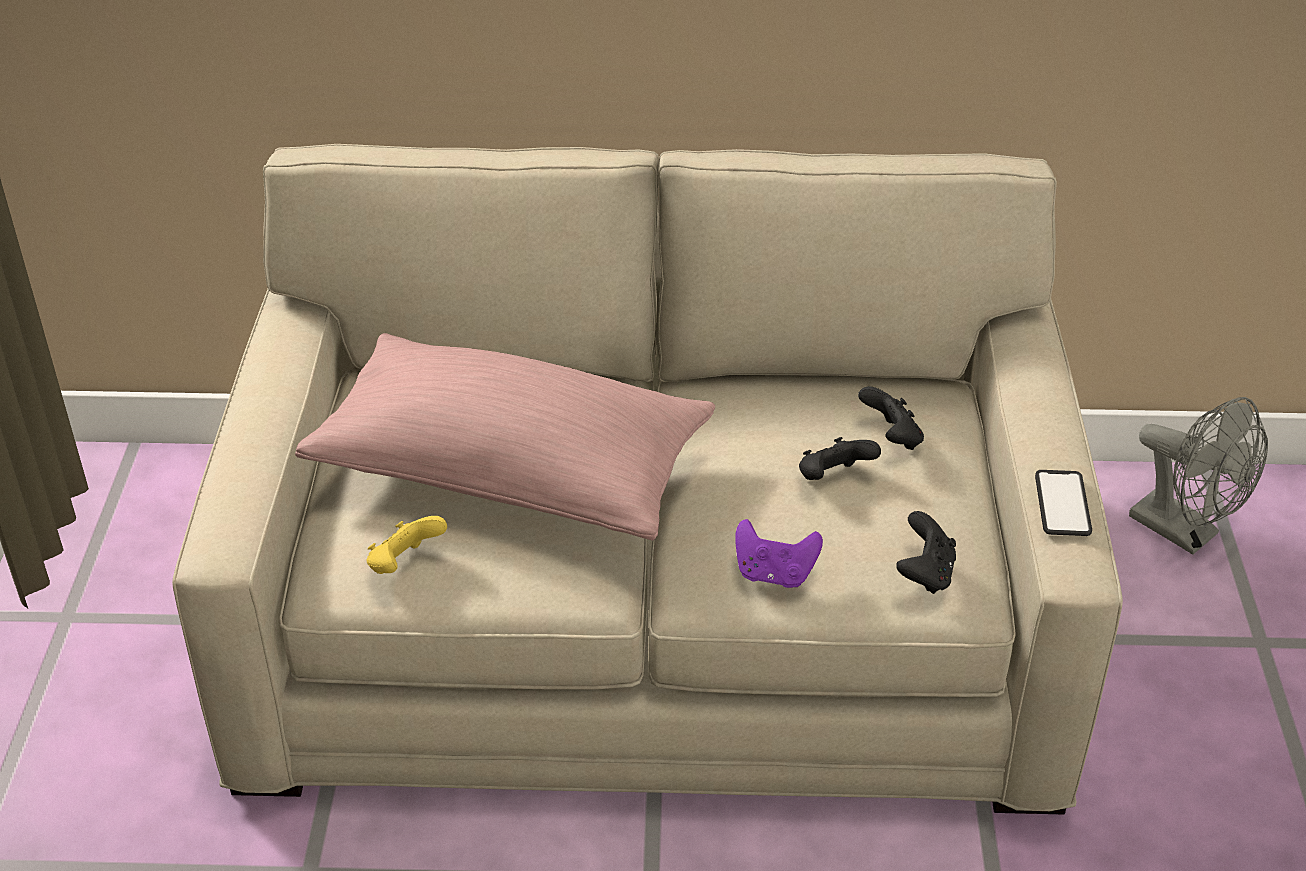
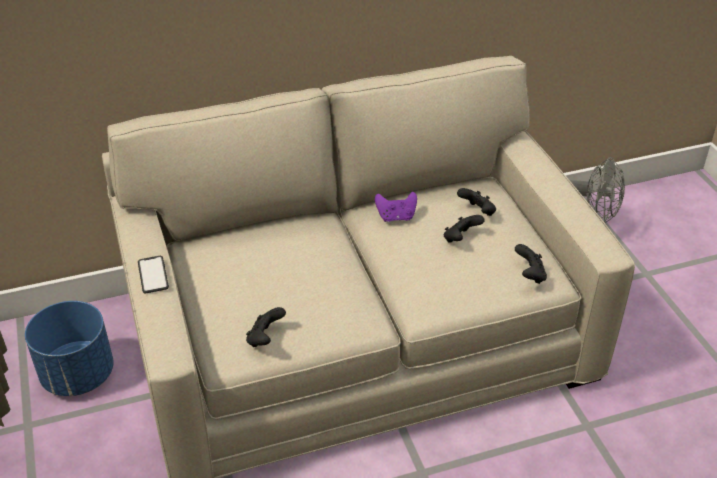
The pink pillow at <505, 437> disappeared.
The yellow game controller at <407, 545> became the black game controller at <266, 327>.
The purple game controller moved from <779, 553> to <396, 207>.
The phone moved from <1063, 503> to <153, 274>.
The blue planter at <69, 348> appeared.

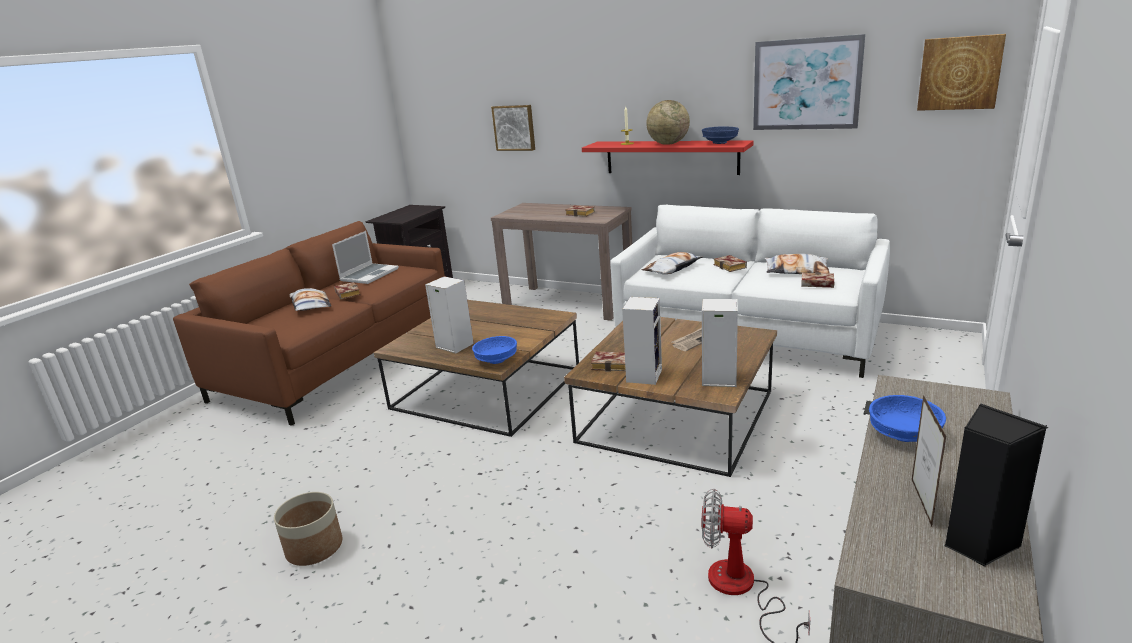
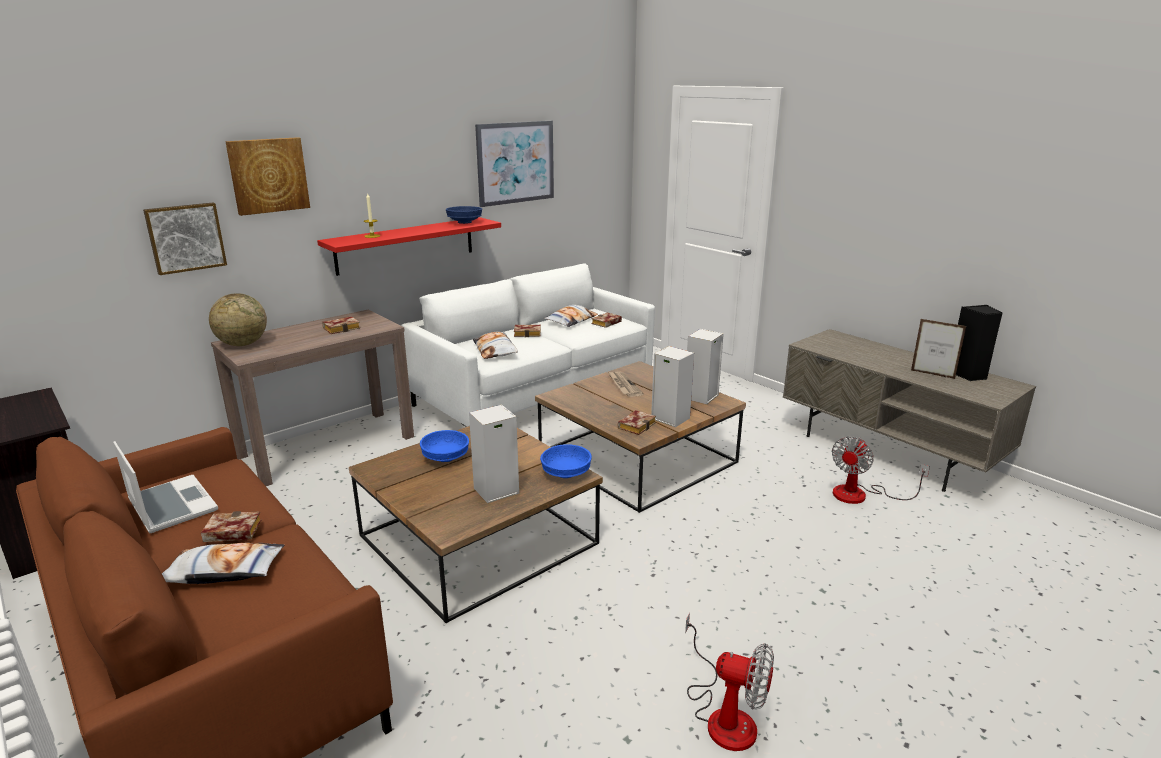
The planter at <308, 529> was replaced by the fan at <729, 682>.
The globe moved from <668, 122> to <238, 319>.
The blue bowl moved from <907, 418> to <444, 446>.
The picture moved from <961, 72> to <267, 176>.

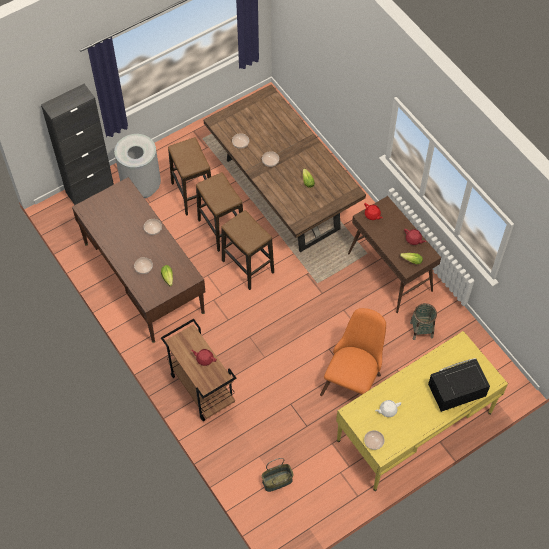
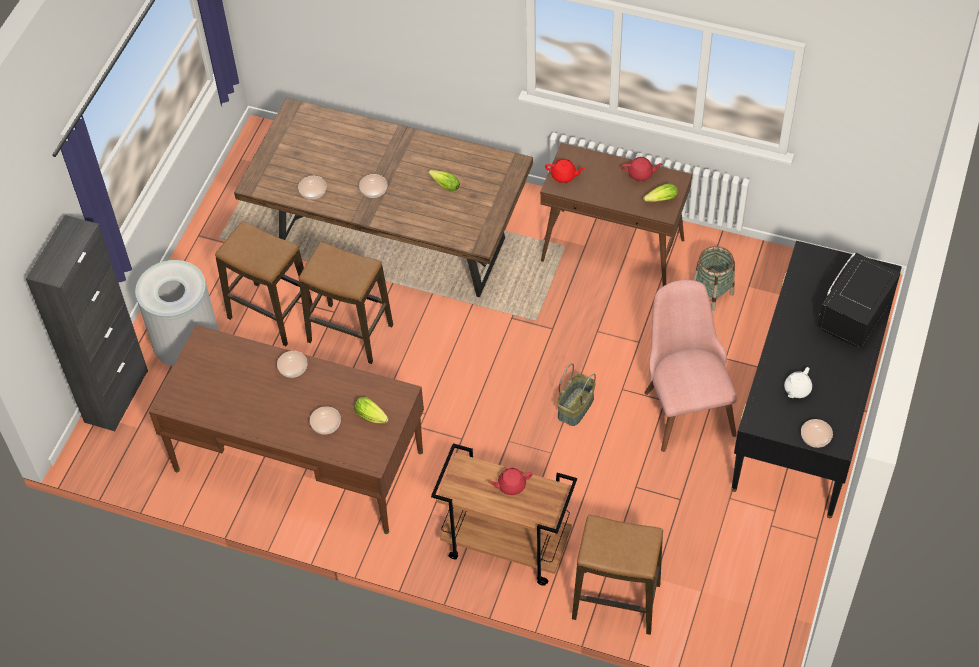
The stool moved from <247, 250> to <617, 575>.
The basket moved from <278, 475> to <576, 394>.
The orange chair at <353, 352> became the pink chair at <690, 366>.
The yellow desk at <422, 411> became the black desk at <816, 379>.

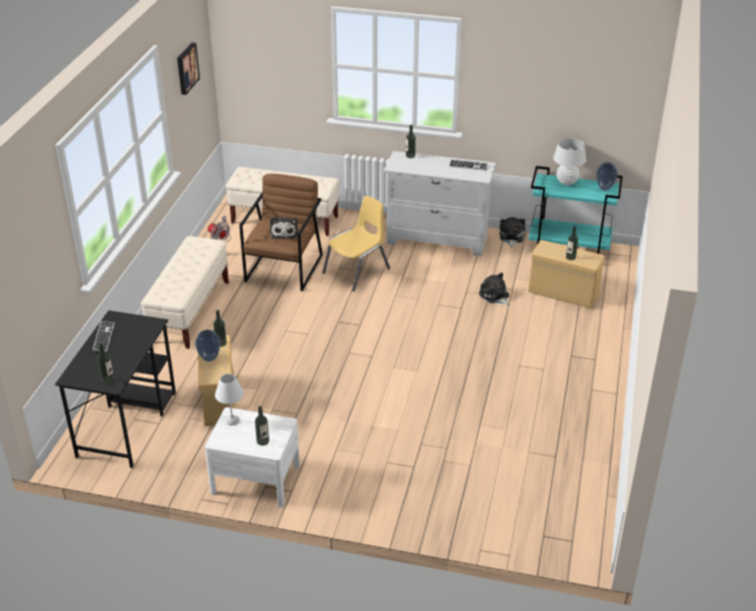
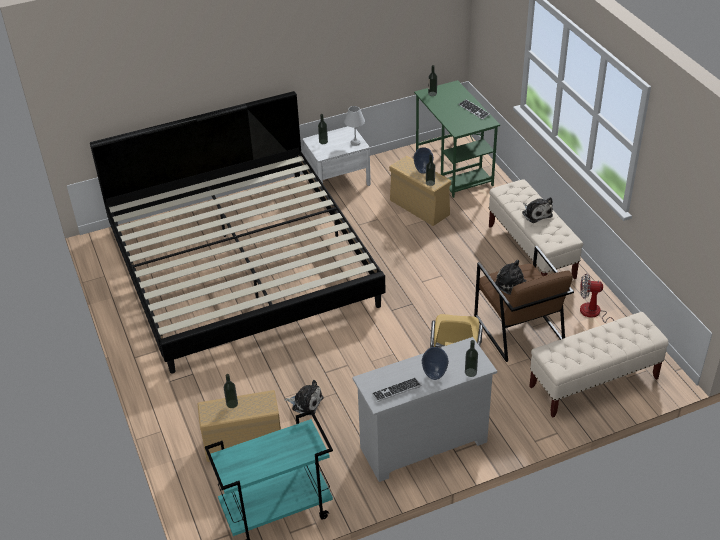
The black desk at <115, 389> became the green desk at <457, 139>.
The picture at <188, 69> disappeared.
The plush toy moved from <512, 232> to <537, 210>.
The white table lamp at <569, 161> disappeared.
The vase moved from <607, 176> to <435, 363>.
The bed at <238, 232> appeared.

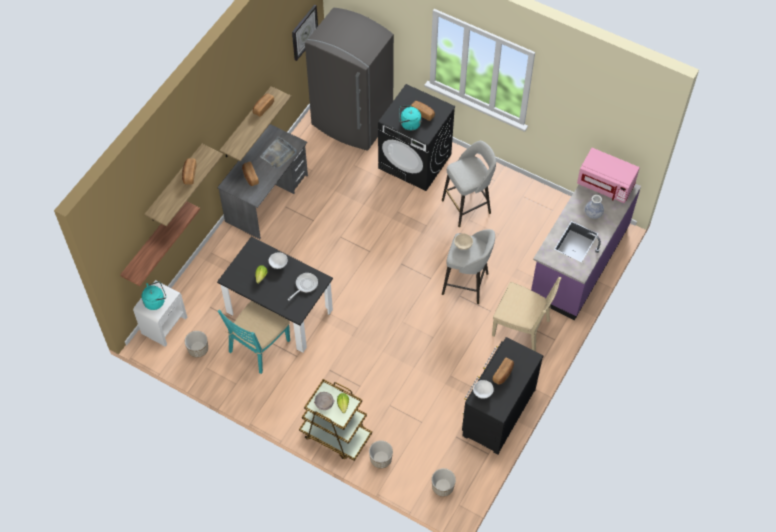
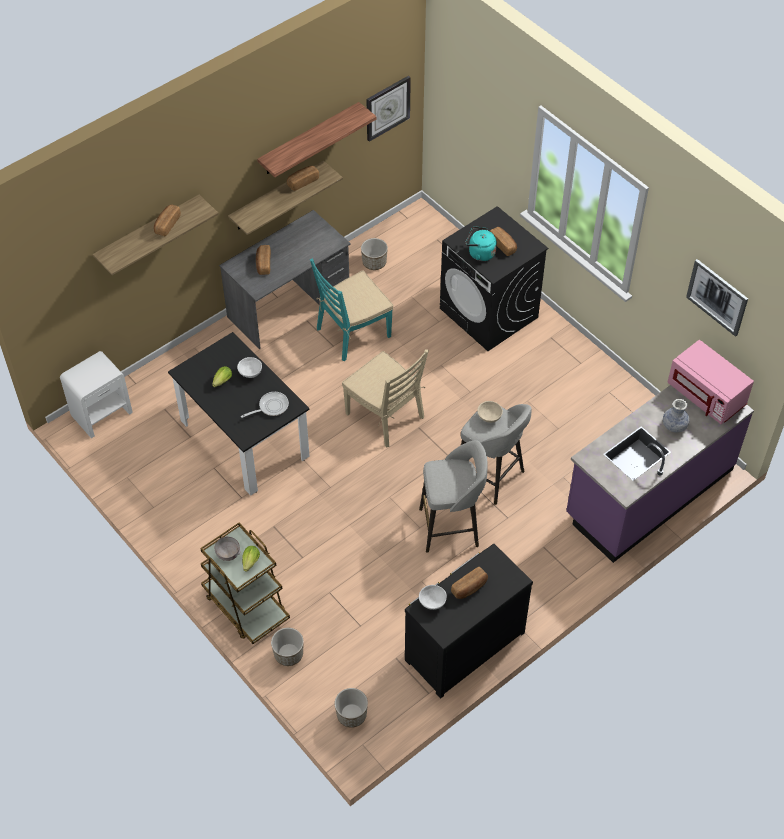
The shelf moved from <160, 243> to <317, 139>.
The turquoise kettle at <153, 295> disappeared.
The planter moved from <196, 344> to <374, 254>.
The turquoise chair moved from <254, 337> to <351, 310>.
The grey tray at <278, 152> disappeared.
The grey fridge at <349, 79> disappeared.
The grey stool moved from <469, 184> to <453, 496>.
The beige chair moved from <526, 314> to <385, 398>.
The picture at <717, 298> appeared.

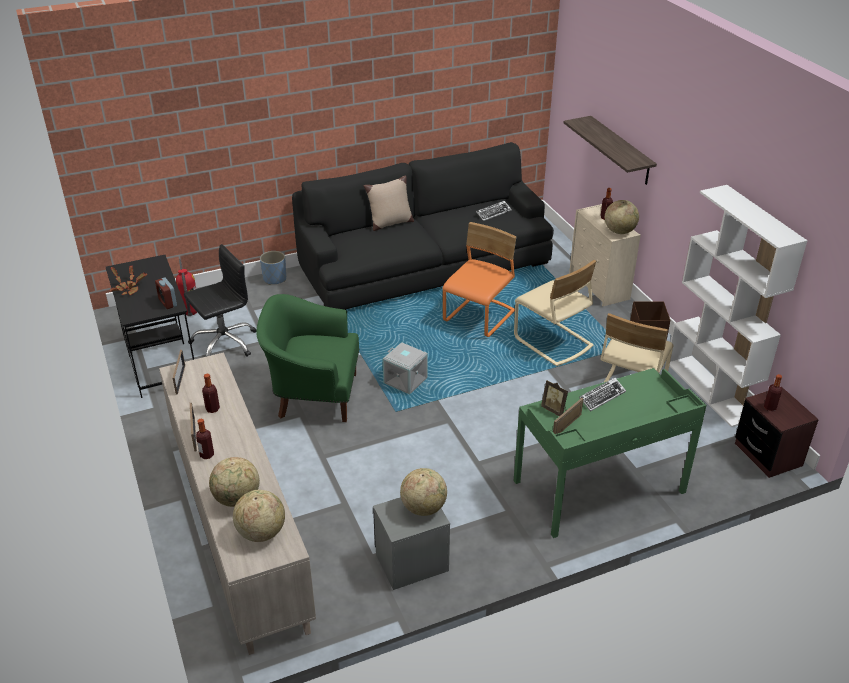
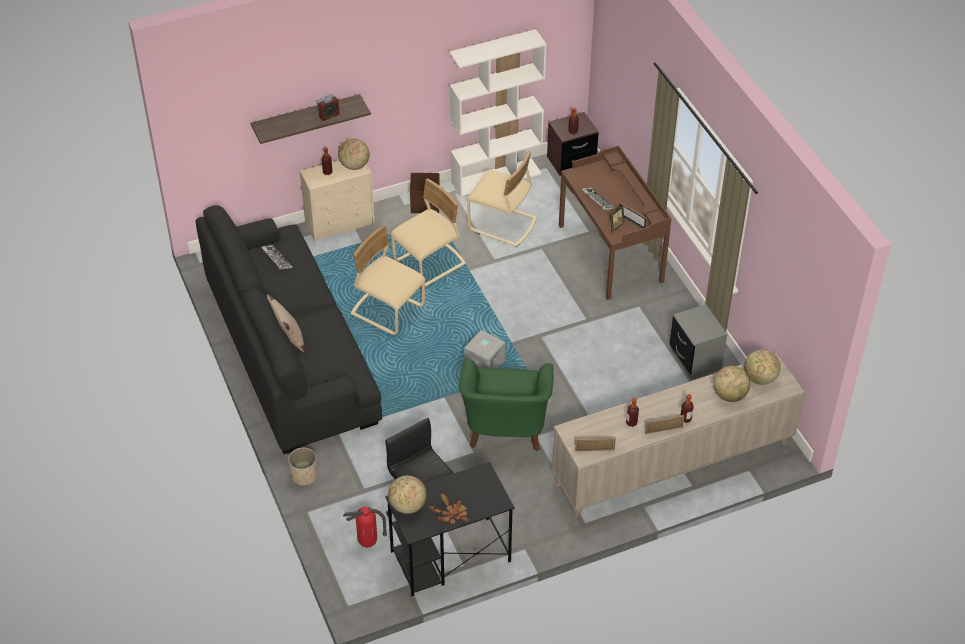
The alarm clock moved from <166, 293> to <328, 108>.
The blue planter at <273, 268> became the beige planter at <302, 466>.
The globe moved from <423, 492> to <407, 494>.
The orange chair at <479, 279> became the beige chair at <388, 280>.
The green desk at <610, 453> became the brown desk at <615, 222>.

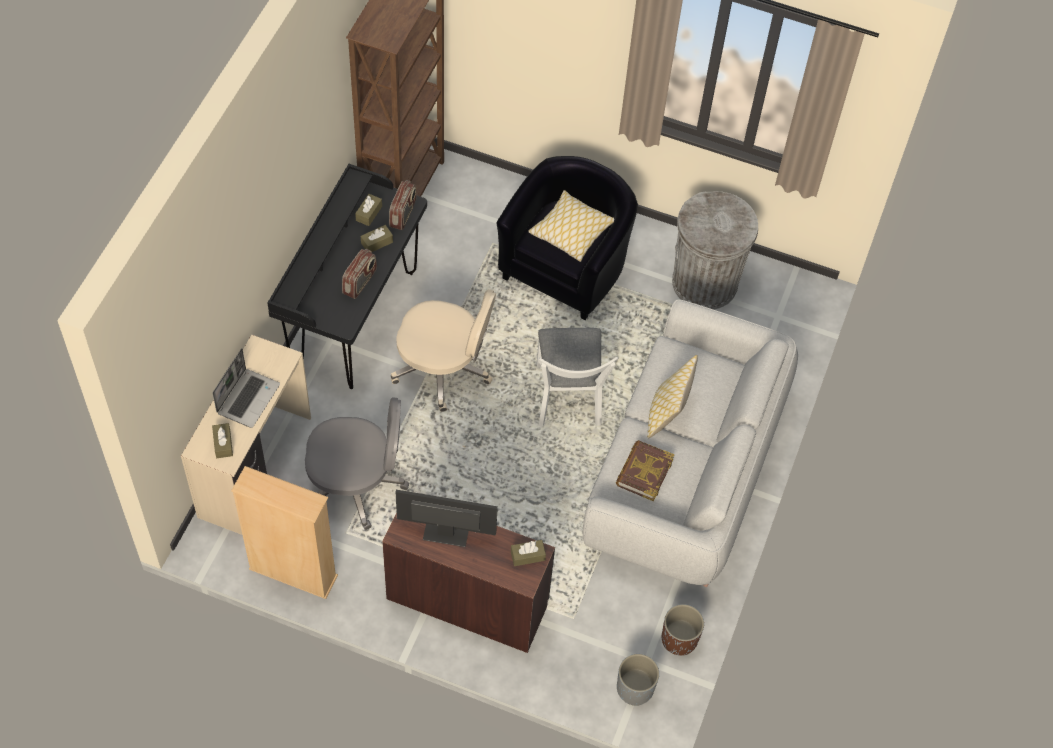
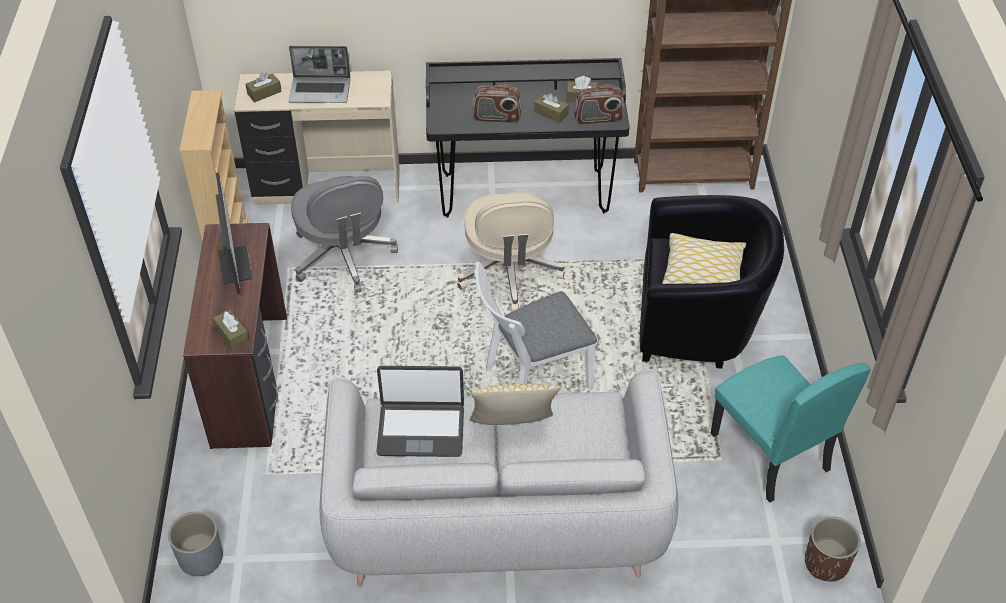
The book at <645, 470> was replaced by the laptop at <420, 411>.
The brown planter moved from <683, 630> to <833, 549>.
The grey trash can at <715, 250> was replaced by the turquoise chair at <791, 429>.

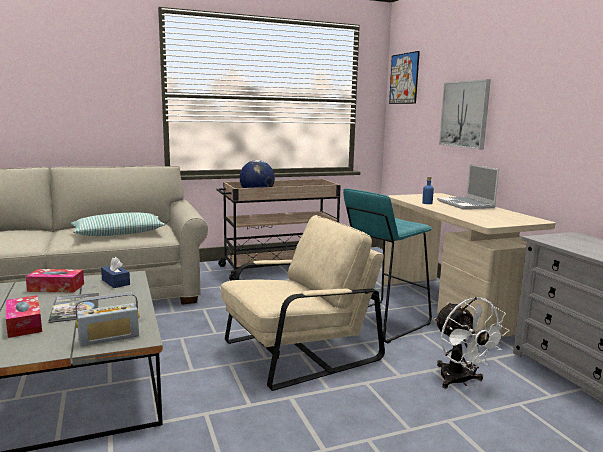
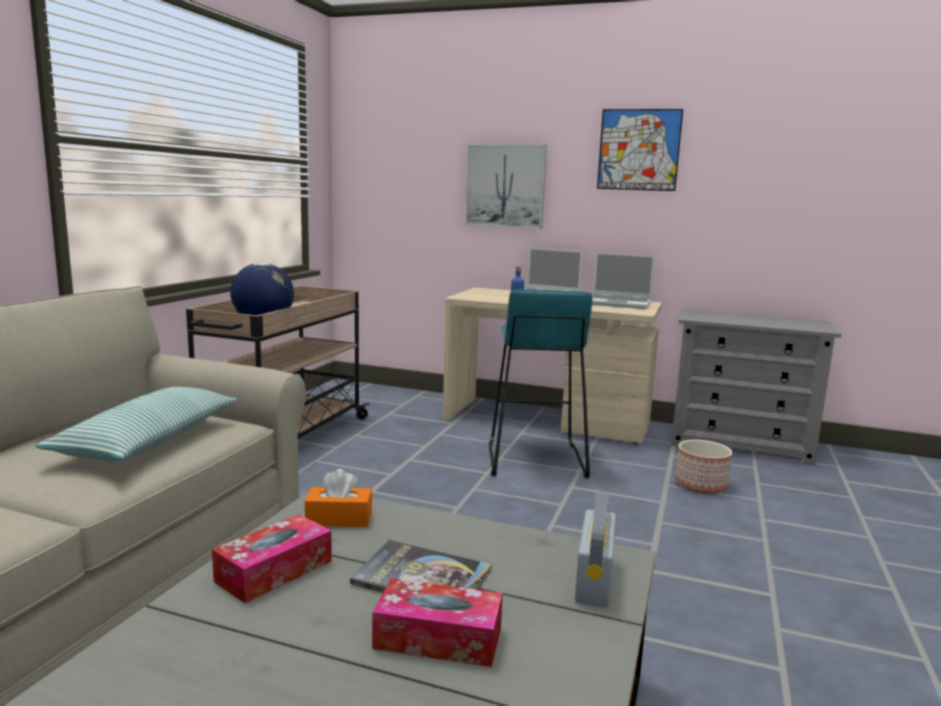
The blue tissue box at <115, 272> became the orange tissue box at <338, 498>.
The beige armchair at <303, 303> disappeared.
The picture moved from <404, 77> to <640, 150>.
The white fan at <471, 343> was replaced by the planter at <703, 467>.
The laptop at <623, 280> appeared.

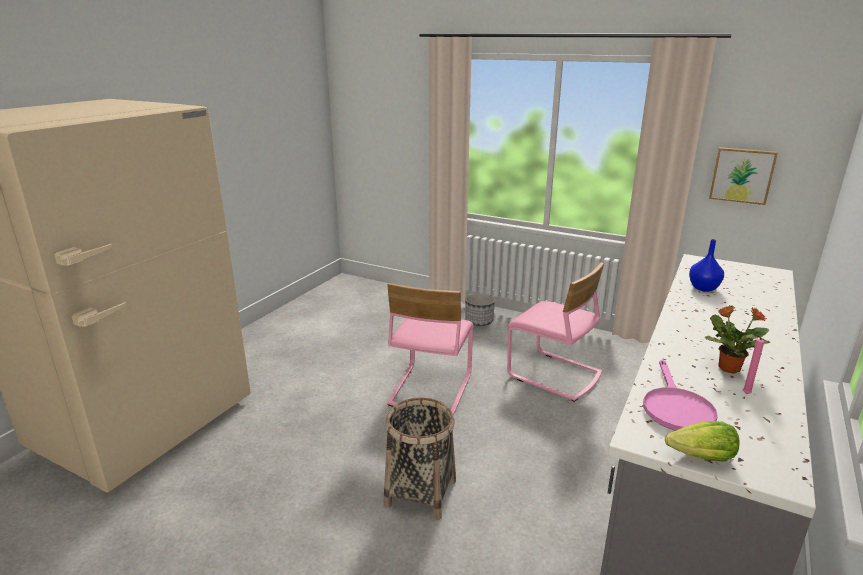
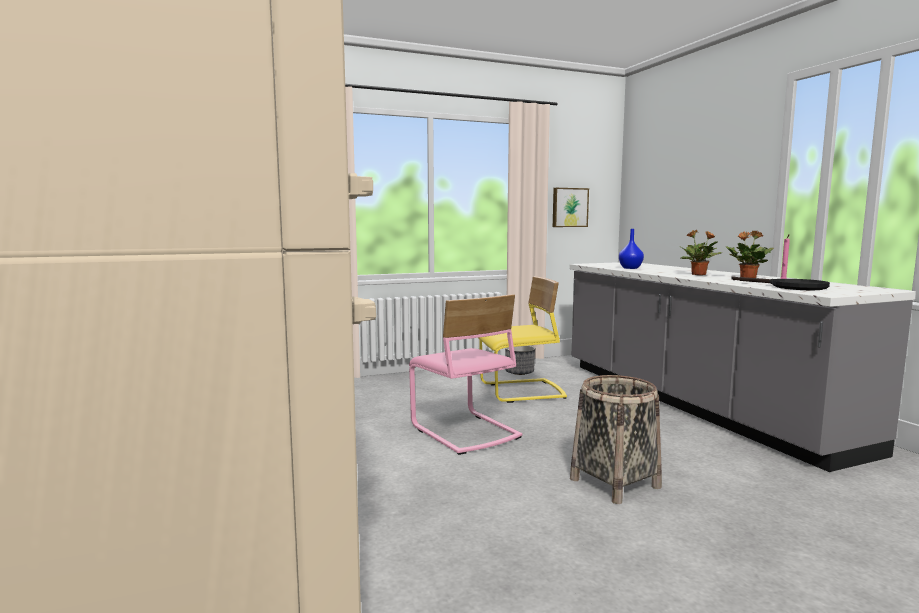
The planter moved from <480, 309> to <520, 360>.
The pink chair at <555, 332> became the yellow chair at <523, 339>.
The pink frying pan at <680, 395> became the black frying pan at <780, 283>.
The lettuce at <702, 441> disappeared.
The potted plant at <701, 252> appeared.

